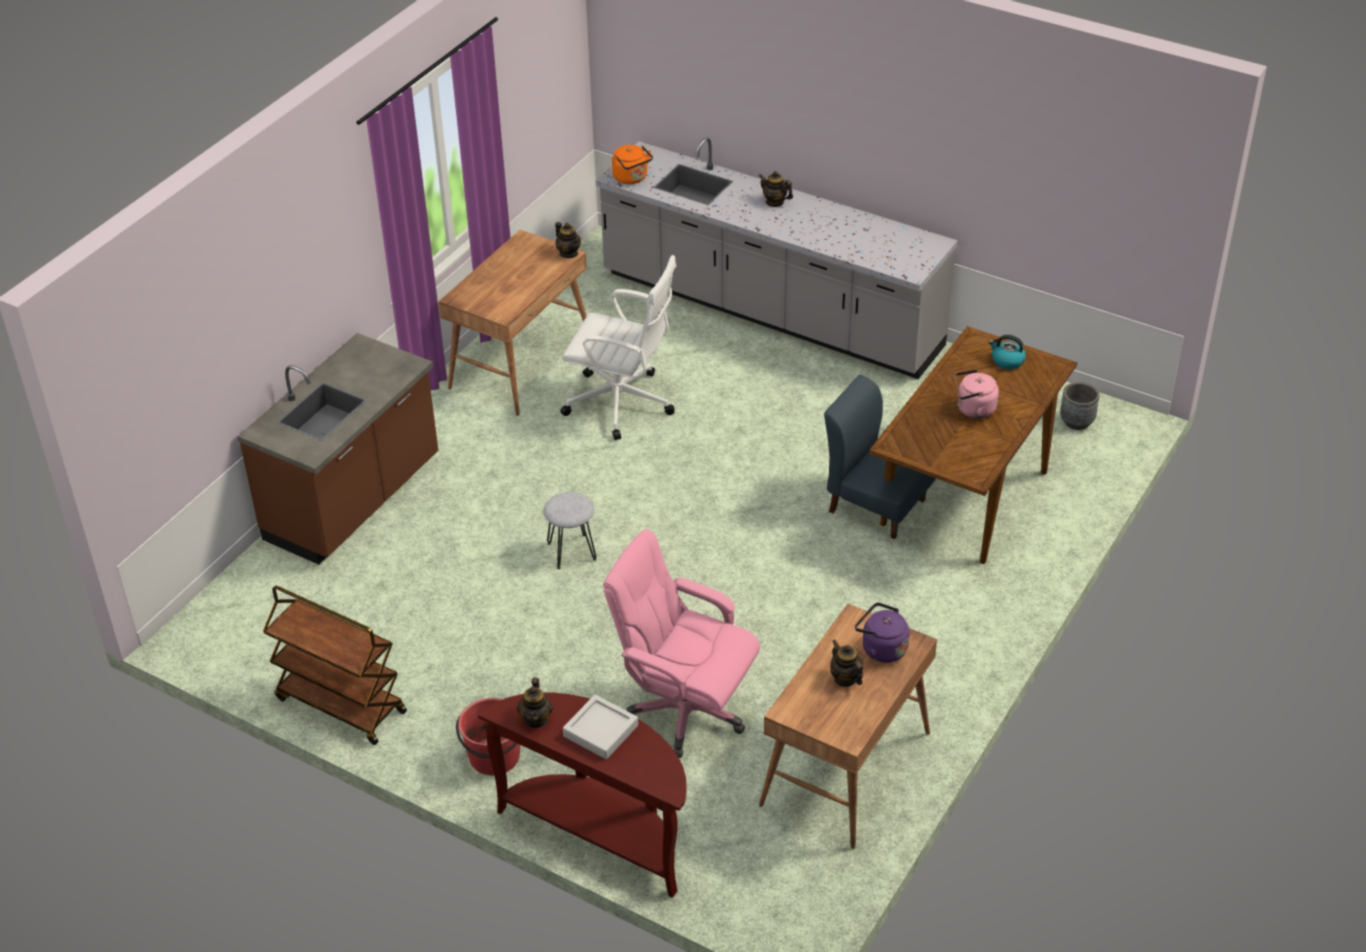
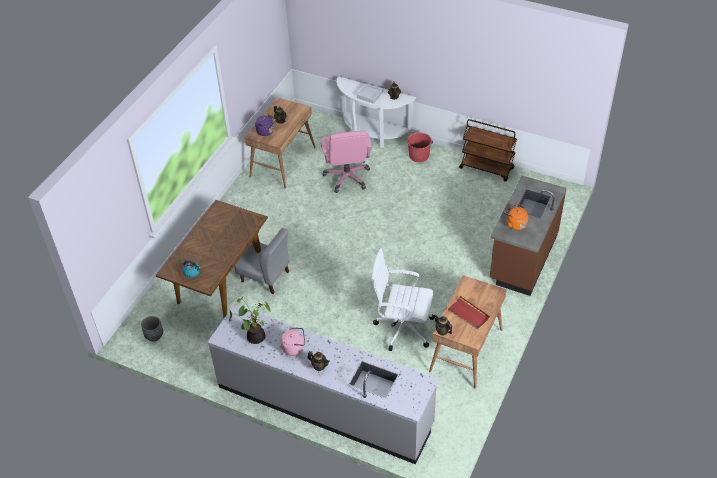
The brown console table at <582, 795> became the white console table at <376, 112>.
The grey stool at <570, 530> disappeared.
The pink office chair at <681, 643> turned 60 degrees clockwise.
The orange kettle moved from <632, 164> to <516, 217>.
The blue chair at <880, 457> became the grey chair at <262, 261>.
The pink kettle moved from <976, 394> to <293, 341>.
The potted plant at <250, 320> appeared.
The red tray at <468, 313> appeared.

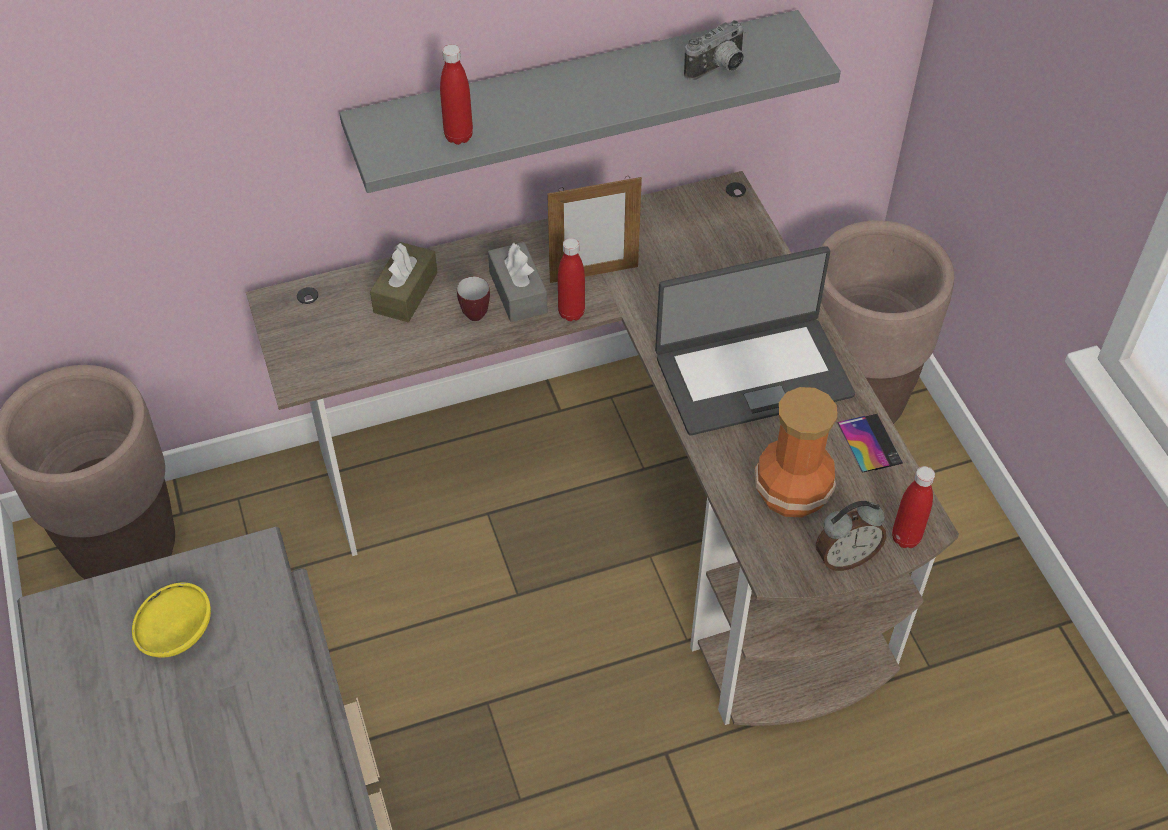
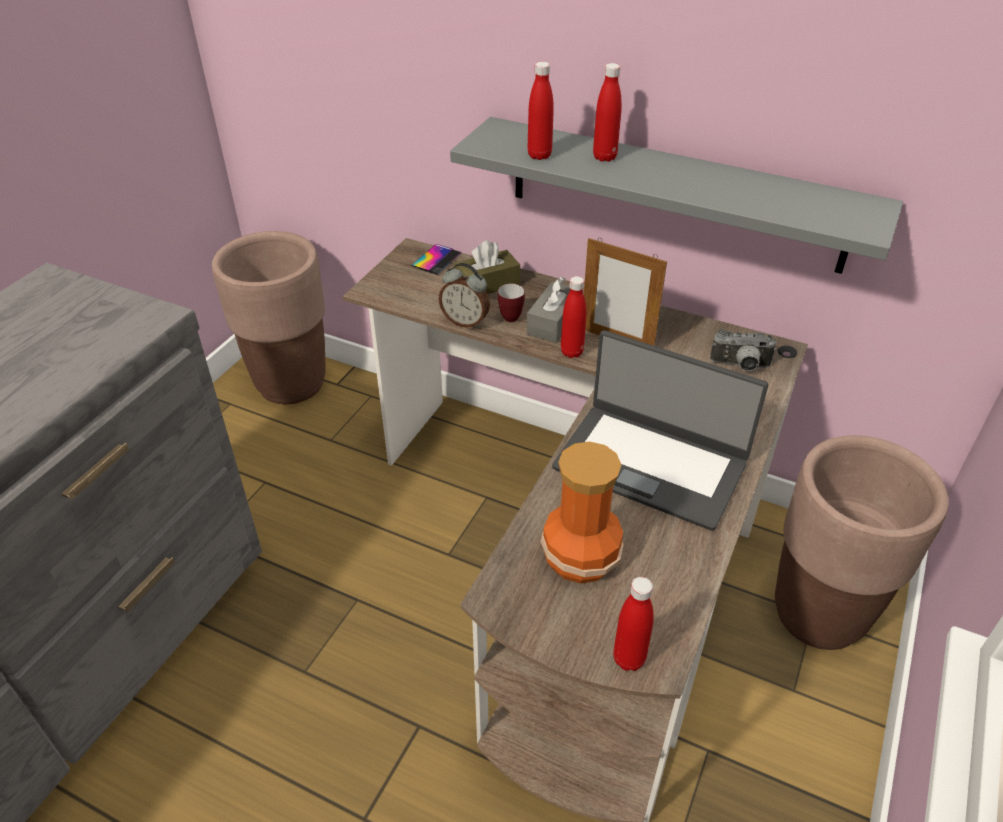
The yellow bowl at <171, 619> disappeared.
The photo camera moved from <714, 50> to <743, 350>.
The alarm clock moved from <851, 536> to <464, 295>.
The phone moved from <870, 443> to <436, 259>.
The red bottle at <607, 112> appeared.

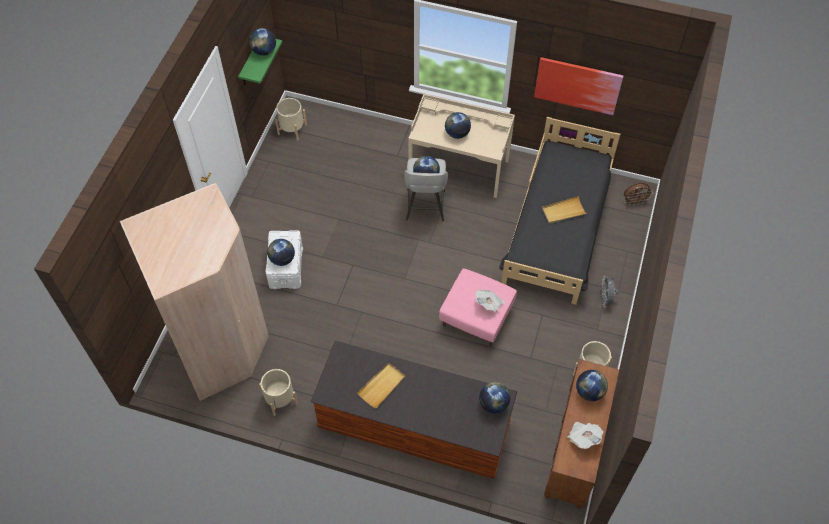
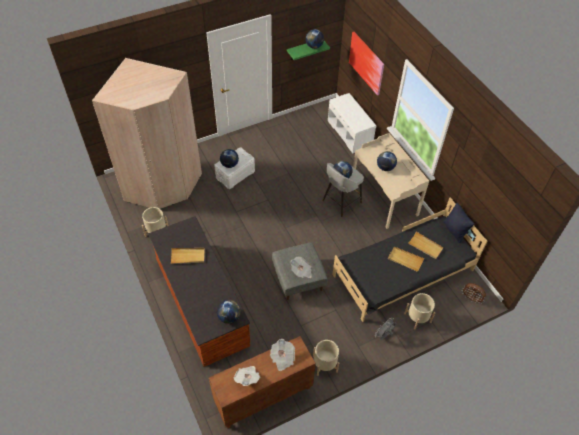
The beige planter moved from <291, 119> to <419, 311>.
The pink ottoman at <478, 307> became the grey ottoman at <300, 271>.
The picture moved from <578, 86> to <366, 63>.
The globe at <592, 385> was replaced by the newspaper at <282, 355>.
The white bench at <352, 123> appeared.
The beige tray at <425, 245> appeared.
The black pillow at <458, 223> appeared.

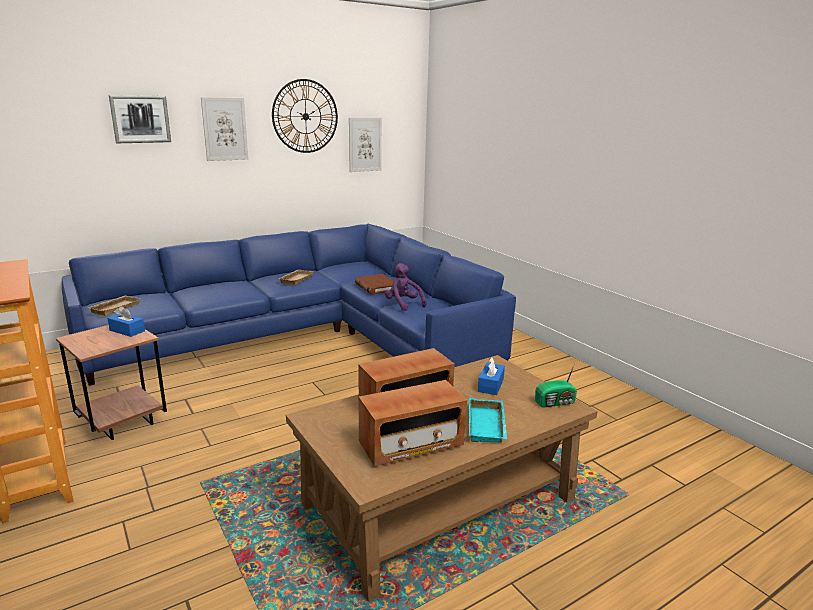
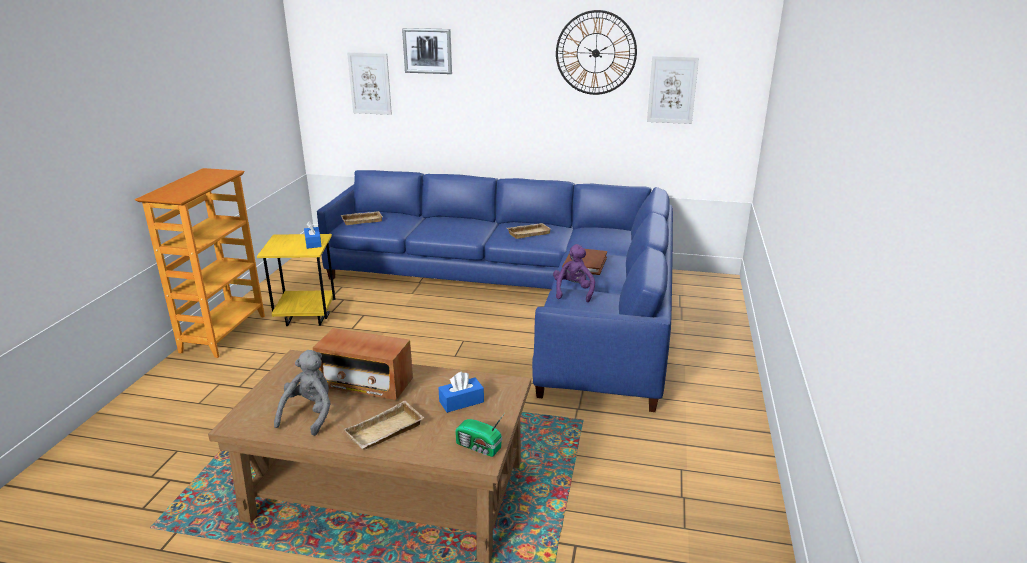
The brown side table at <111, 382> became the yellow side table at <296, 280>.
The picture moved from <224, 129> to <369, 83>.
The radio at <413, 423> was replaced by the grey plush toy at <302, 393>.
The turquoise tray at <488, 420> became the beige tray at <384, 425>.

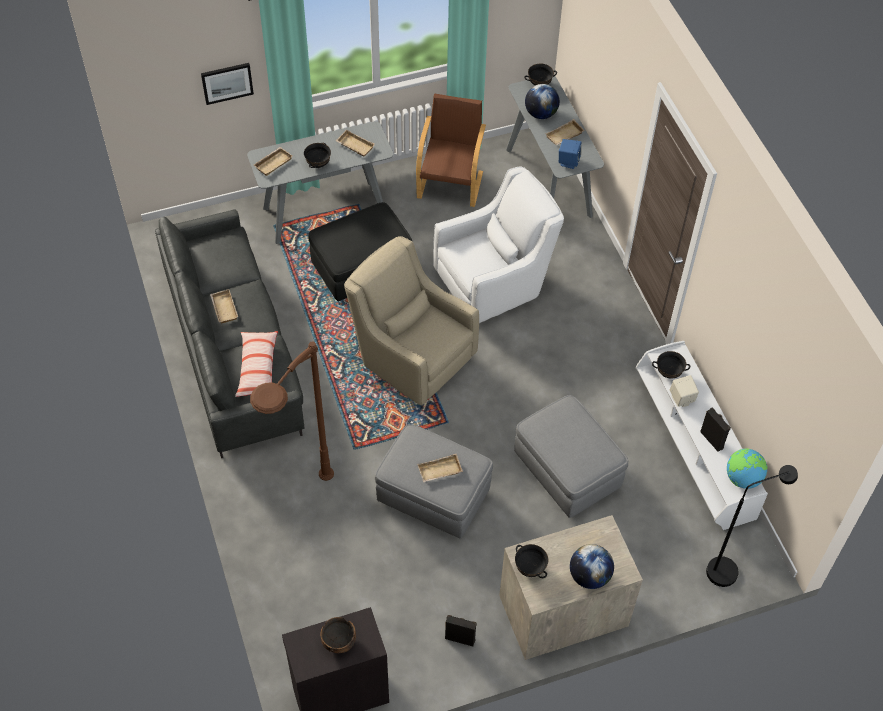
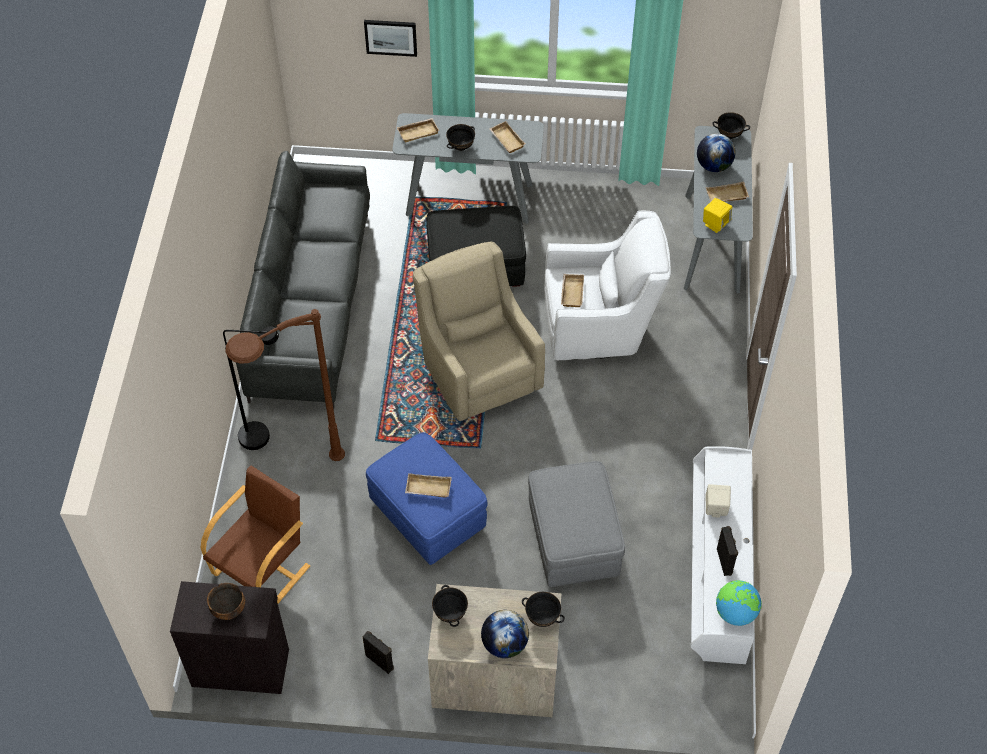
The beige tray moved from <224, 306> to <572, 290>.
The pillow at <256, 364> disappeared.
The grey ottoman at <434, 481> became the blue ottoman at <427, 498>.
The brown armchair moved from <451, 150> to <255, 534>.
The blue speaker at <570, 154> became the yellow speaker at <717, 215>.
The black bowl moved from <671, 365> to <543, 609>.
The black floor lamp moved from <752, 526> to <251, 388>.

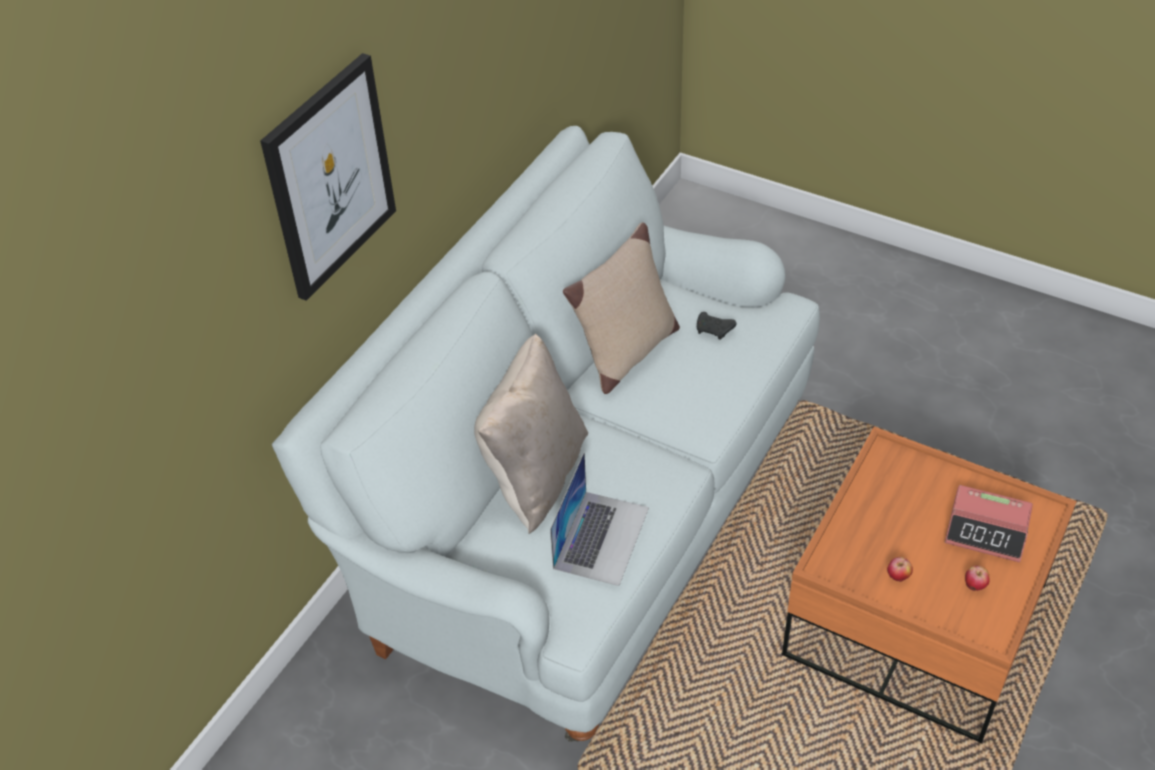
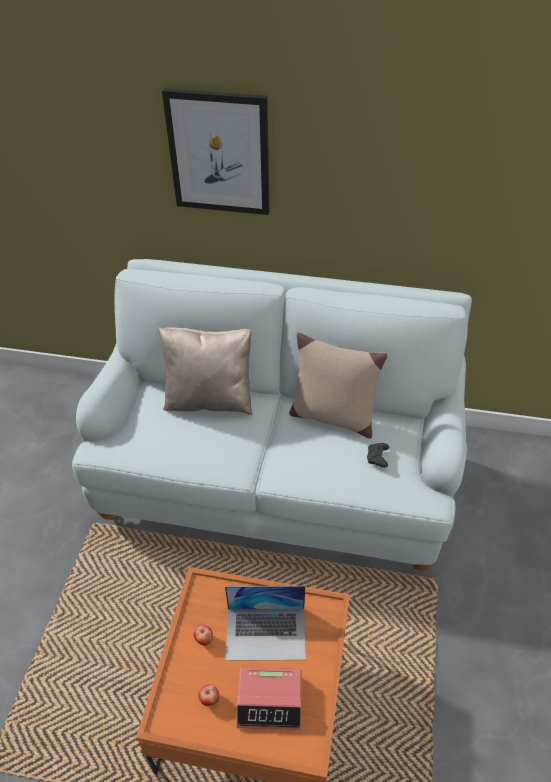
The laptop moved from <599, 519> to <265, 623>.
The alarm clock at <989, 523> turned 90 degrees counterclockwise.

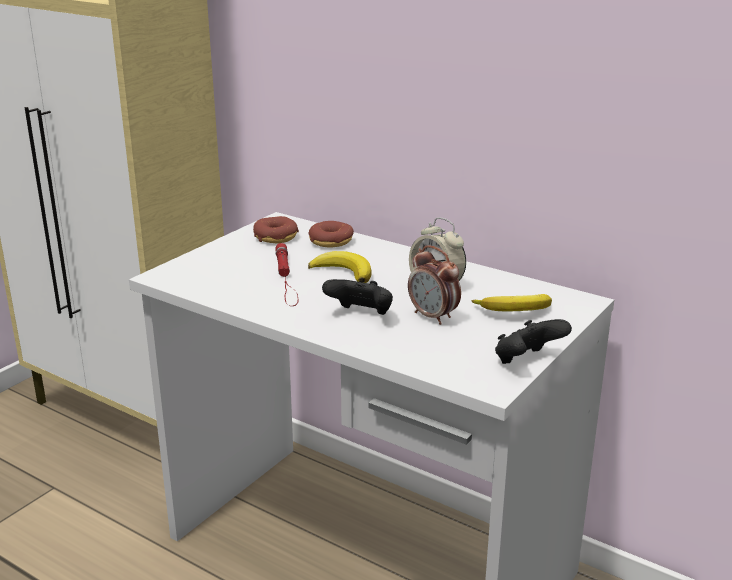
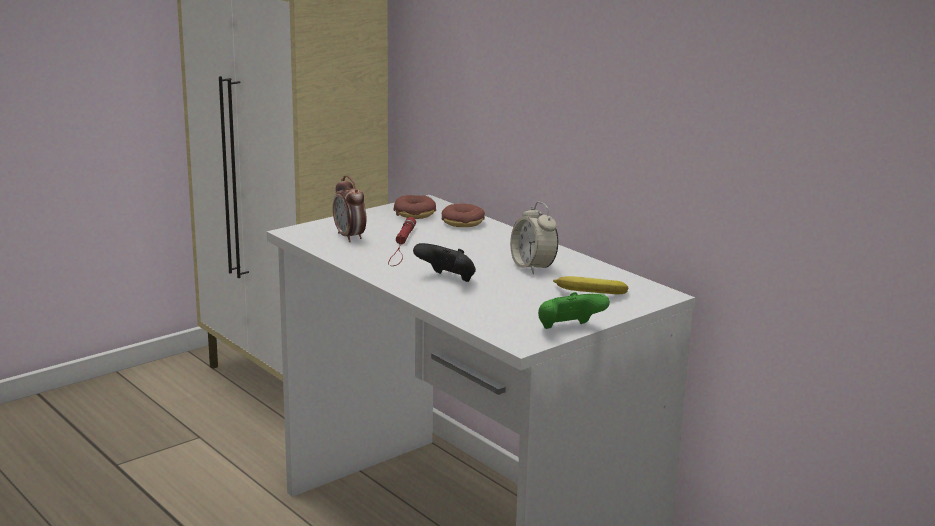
The banana at <339, 267> disappeared.
The alarm clock moved from <434, 285> to <349, 208>.
The black game controller at <533, 341> became the green game controller at <574, 310>.

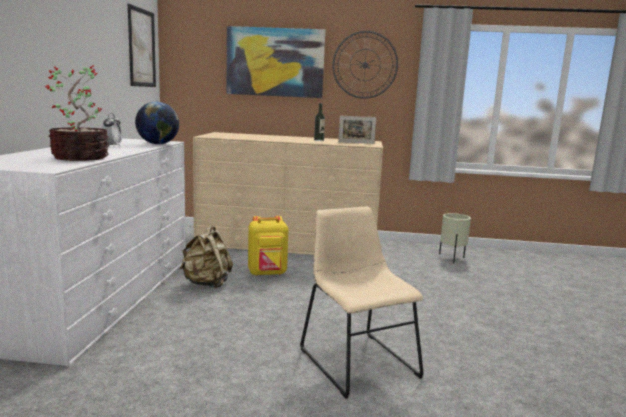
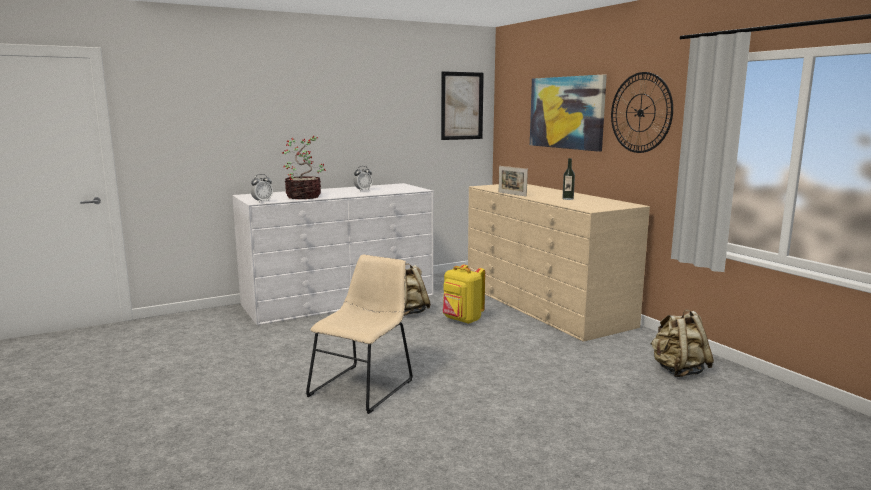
The globe at <157, 123> disappeared.
The picture frame moved from <357, 130> to <513, 181>.
The beige planter at <455, 238> was replaced by the beige backpack at <682, 343>.
The alarm clock at <262, 188> appeared.

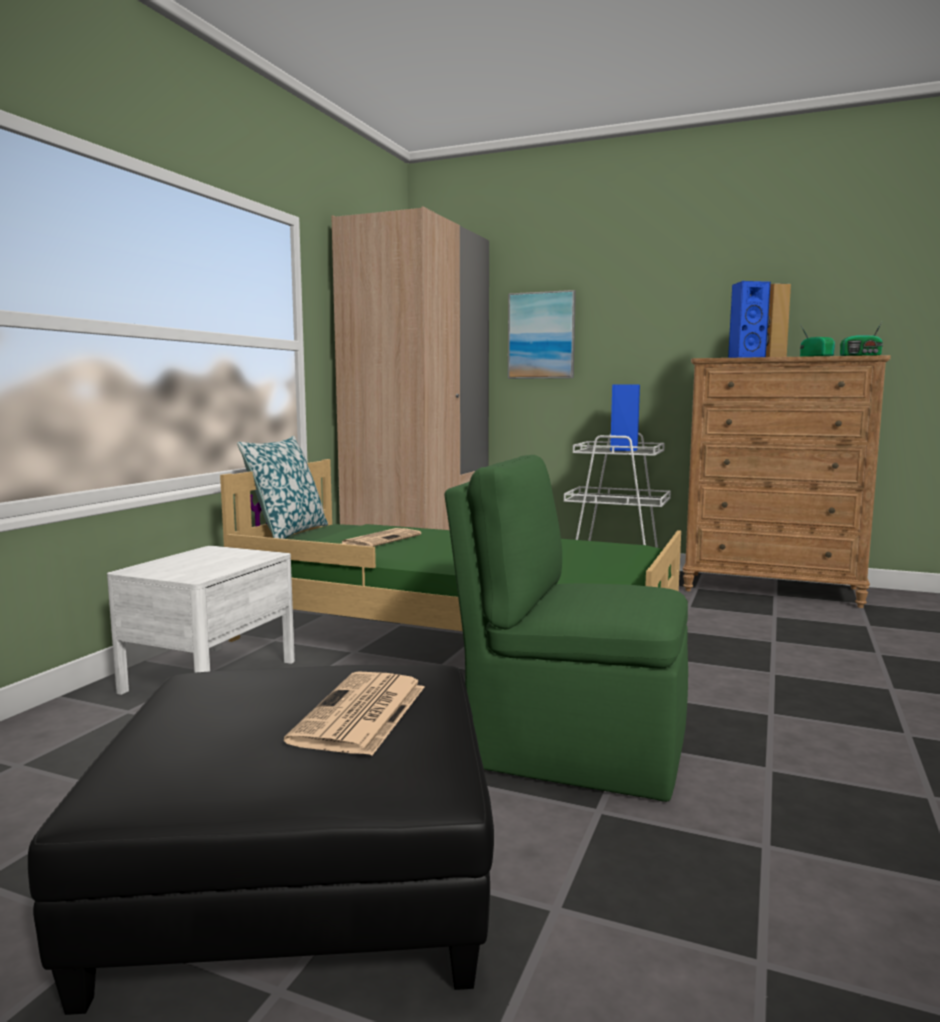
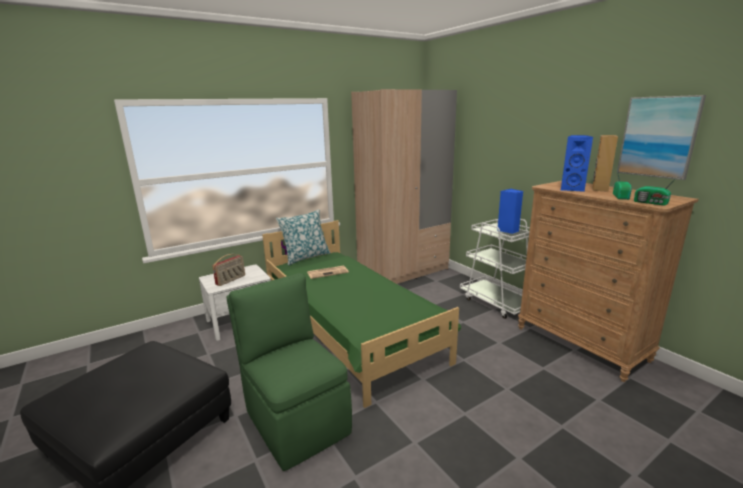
The newspaper at <354, 713> disappeared.
The picture moved from <542, 334> to <661, 137>.
The radio at <228, 270> appeared.

